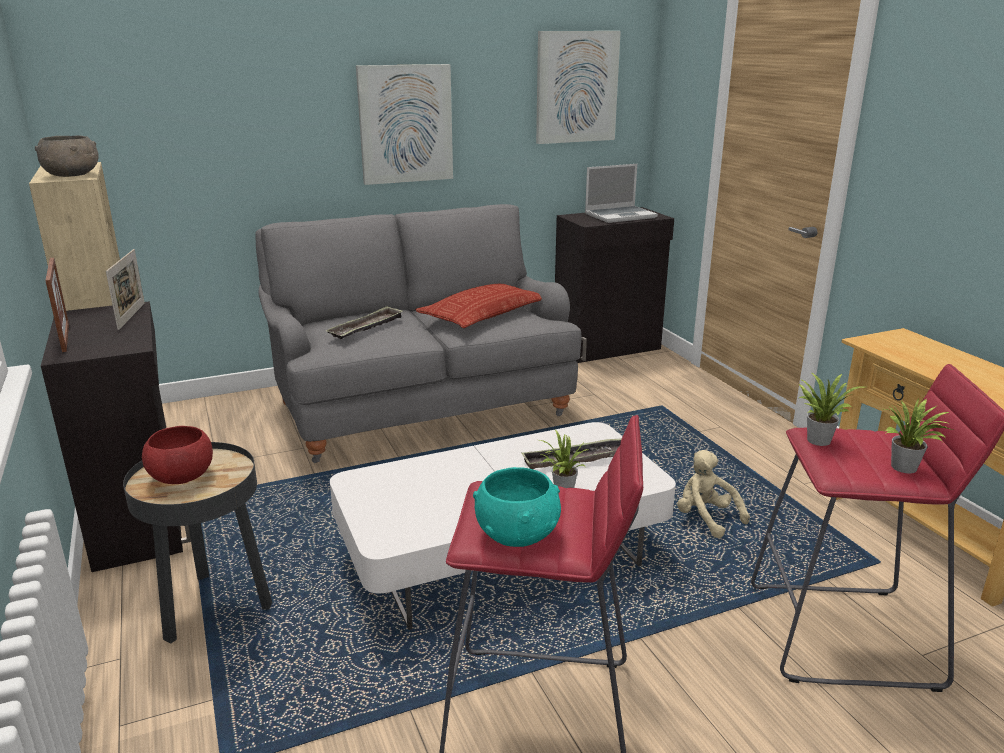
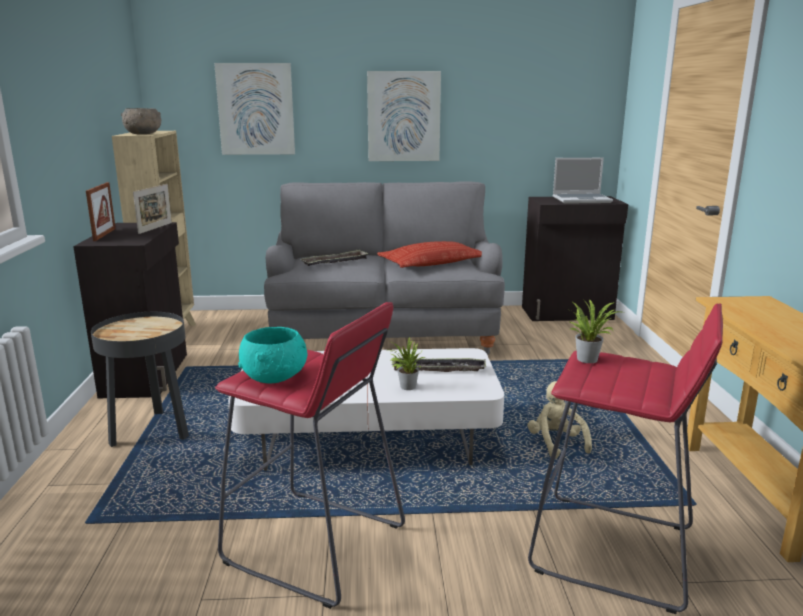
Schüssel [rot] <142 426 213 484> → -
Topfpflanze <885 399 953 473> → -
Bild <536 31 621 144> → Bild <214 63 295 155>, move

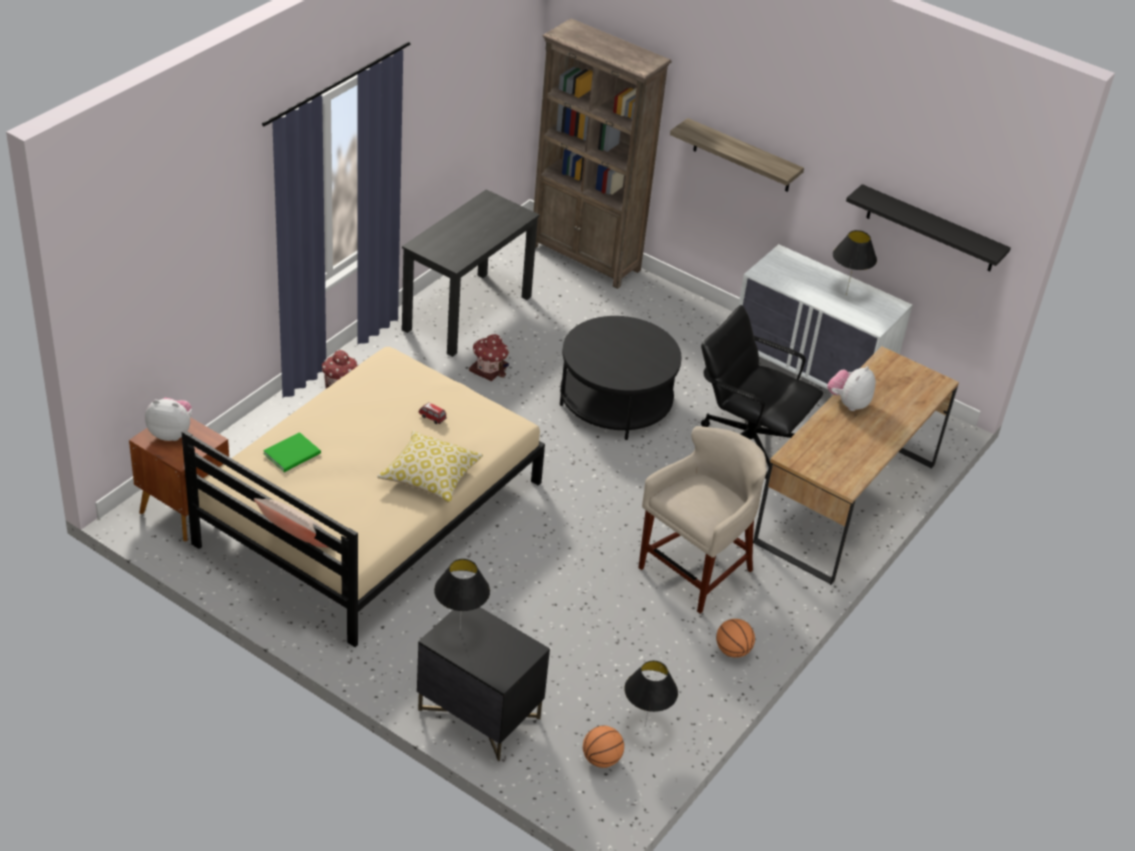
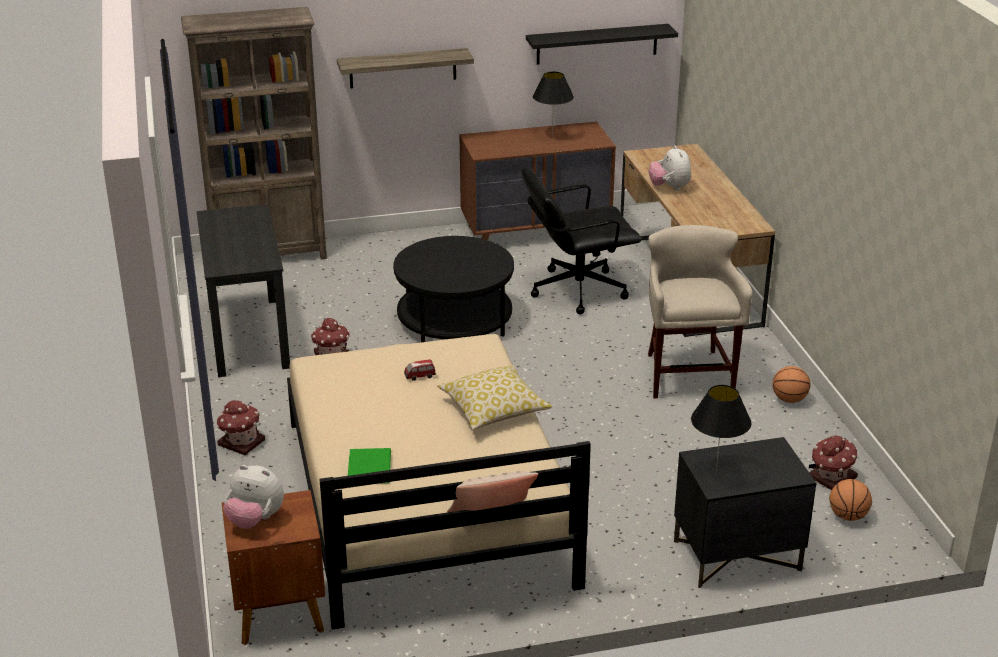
Tischlampe [schwarz] <624 661 678 727> → Spielzeughaus <809 435 858 490>
Kommode [weiß] <738 244 913 389> → Kommode [braun] <459 122 616 240>
Plüschtier <145 398 192 441> → Plüschtier <223 465 284 529>, 120 degrees counterclockwise

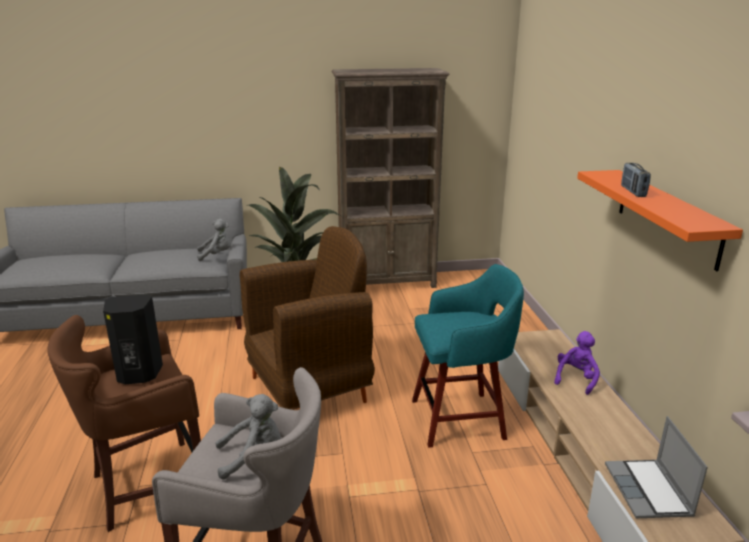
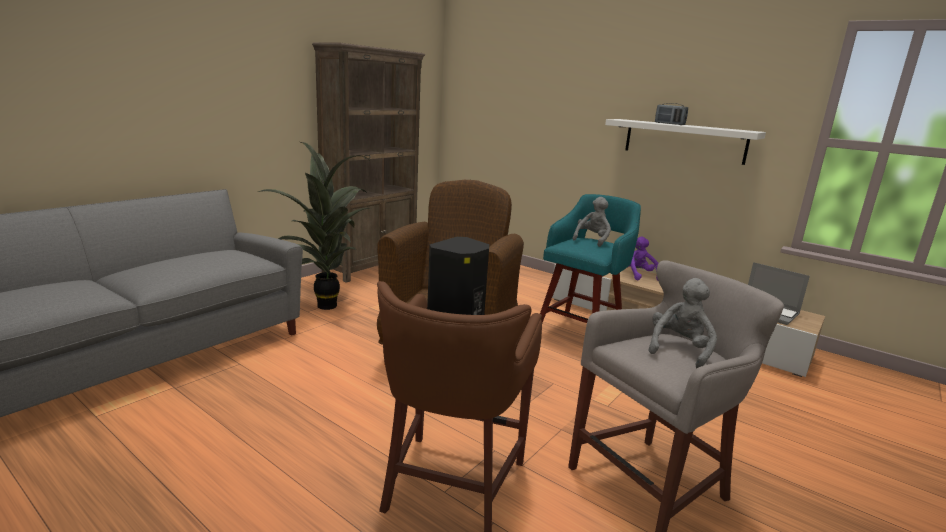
Plüschtier [grau] <197 219 231 261> → Plüschtier [grau] <572 197 611 247>, move
Wandregal [orange] <577 170 743 271> → Wandregal [weiß] <605 119 766 165>

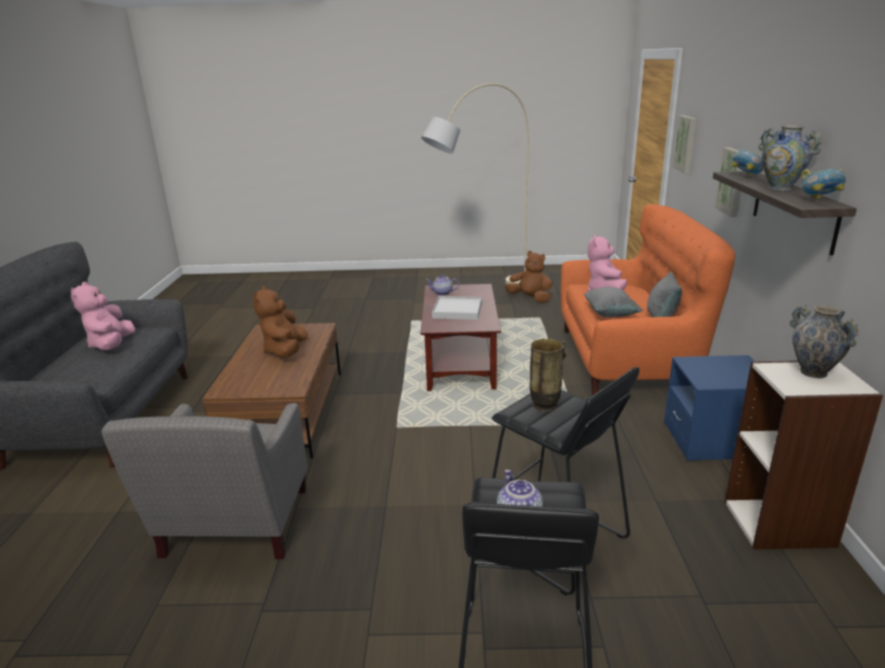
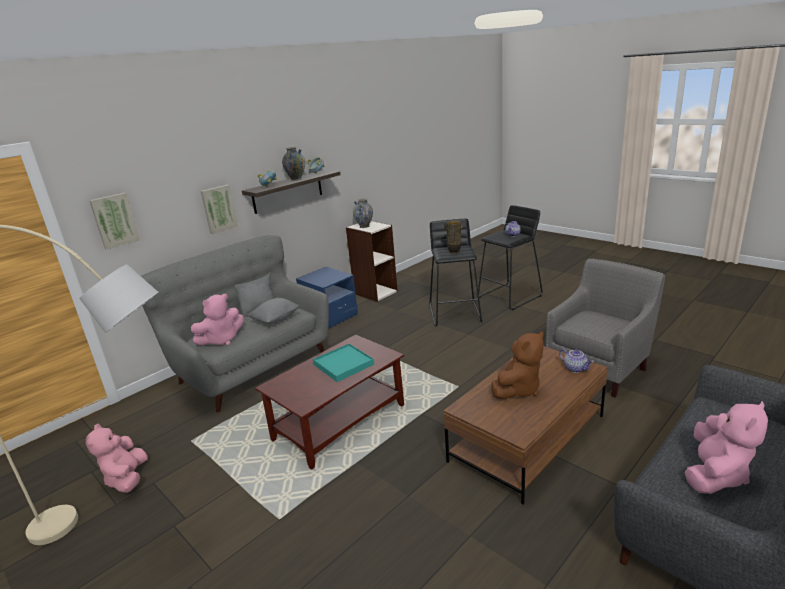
Teekanne <426 275 459 296> → Teekanne <559 349 594 373>, move
Tablett [weiß] <432 296 482 320> → Tablett [türkis] <313 344 374 382>
Plüschtier [braun] <505 251 553 303> → Plüschtier [rosa] <86 424 148 493>
Sofa [orange] <561 204 735 395> → Sofa [grau] <141 235 329 412>

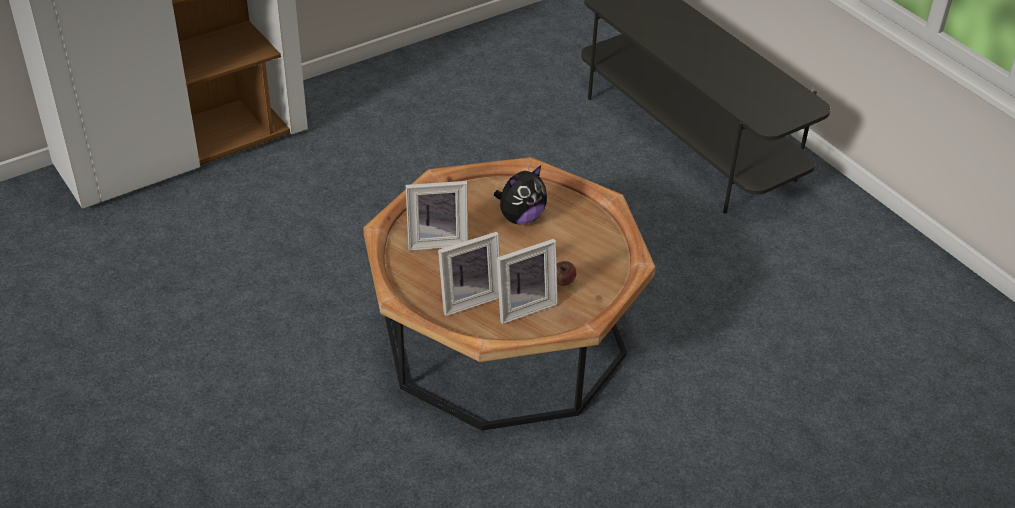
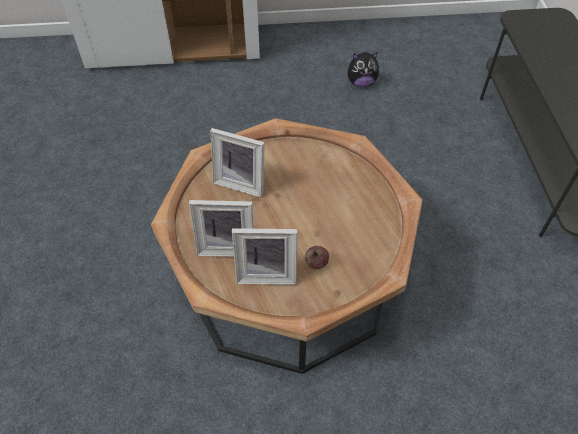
Plüschtier <494 166 547 225> → Plüschtier <348 52 379 87>, move

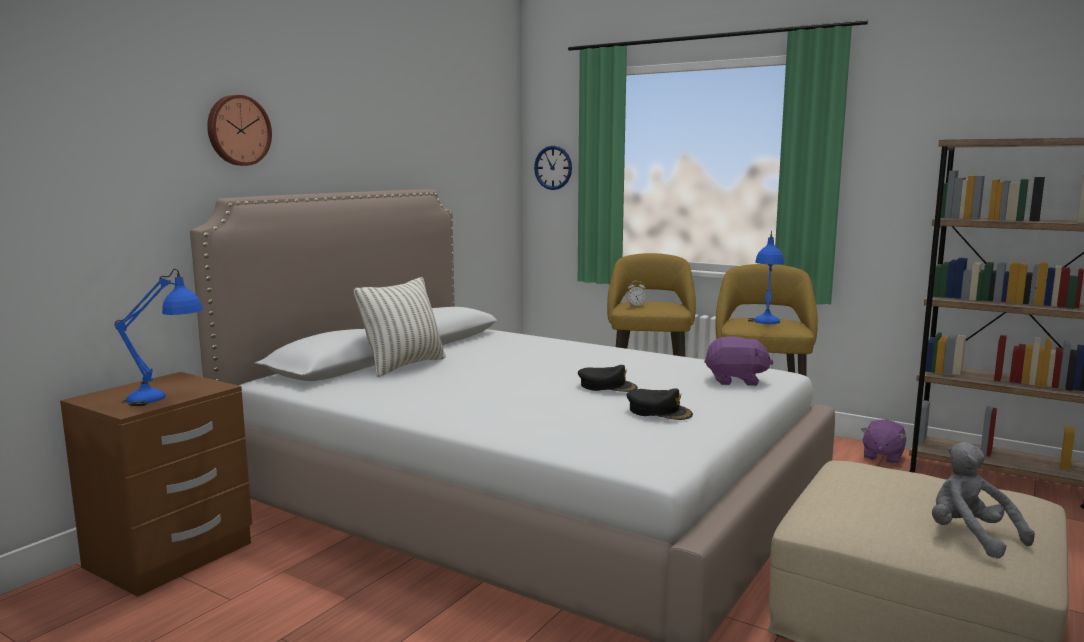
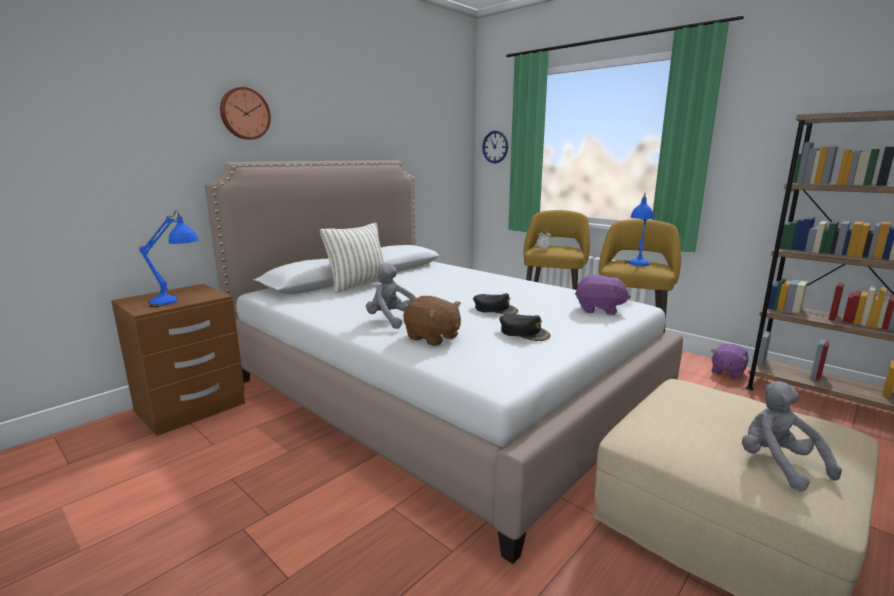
- → Plüschtier [grau] <366 263 416 329>
- → Plüschtier [braun] <403 296 461 346>

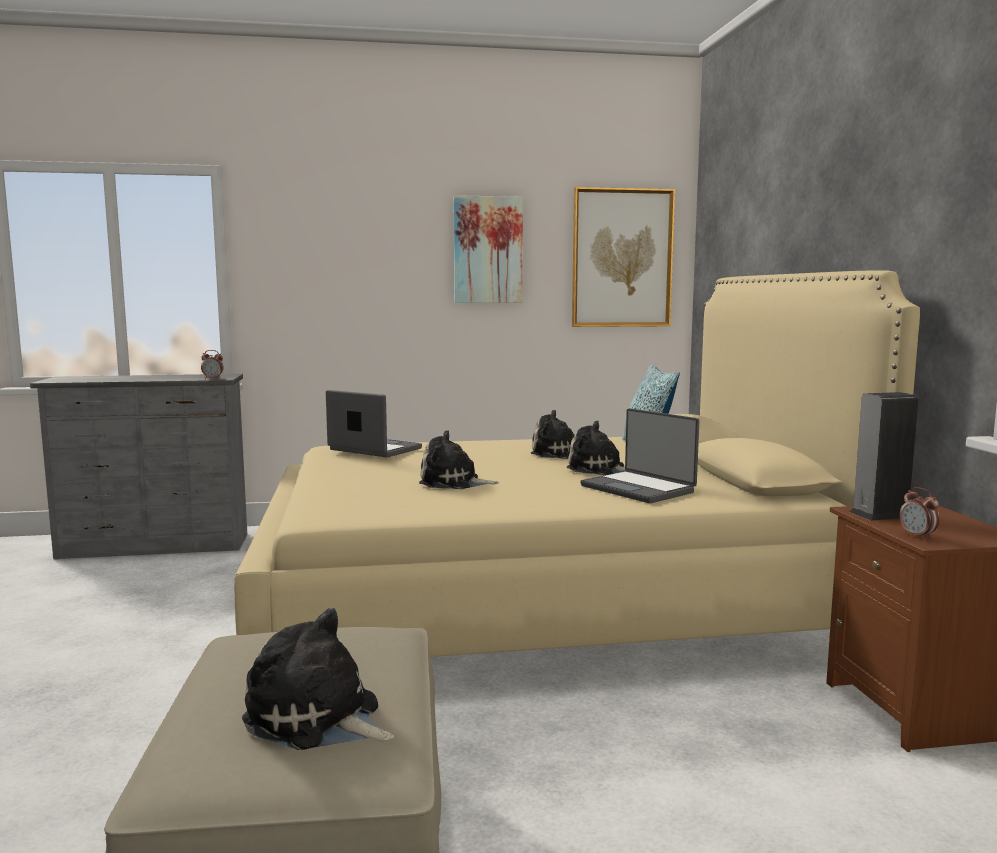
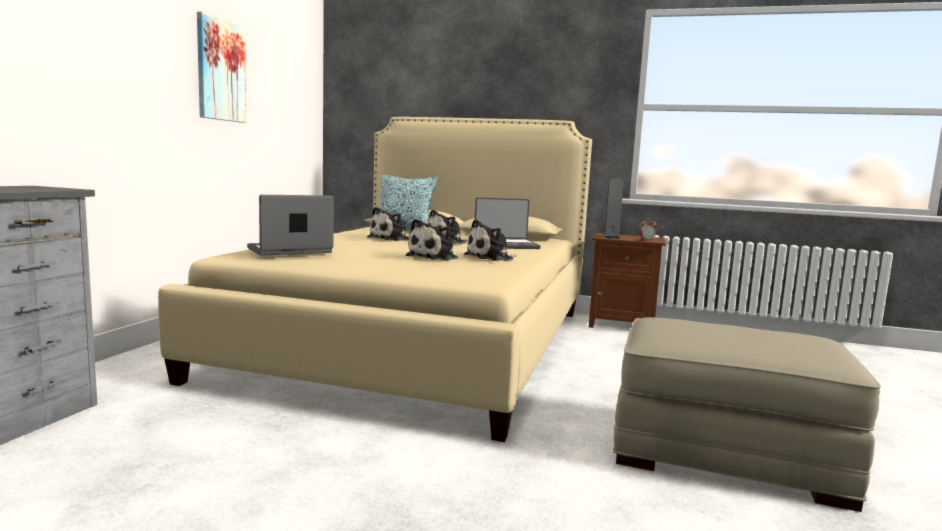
Wecker <201 350 224 379> → -
Bild <572 187 675 327> → -
Plüschtier <242 608 394 750> → Plüschtier <464 219 516 261>, move

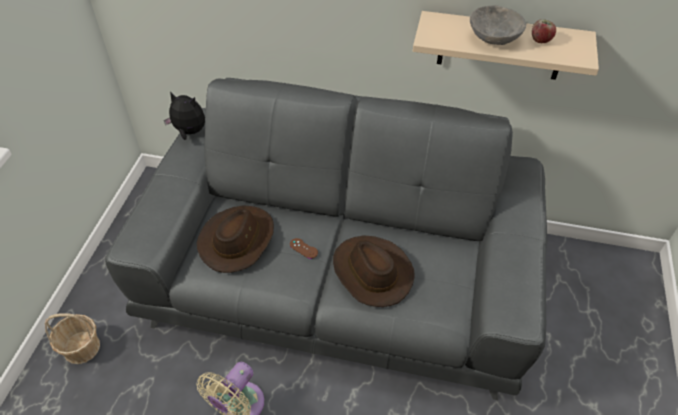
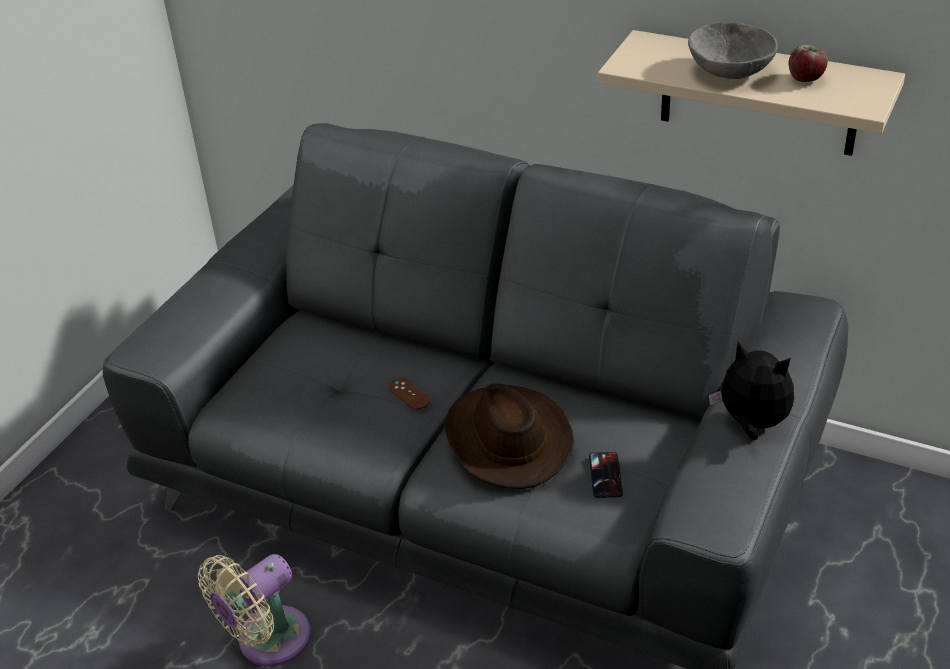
Korb <45 313 100 364> → -
Hut [braun] <197 206 274 273> → -
- → Handy <589 452 623 498>
Plüschtier <164 92 205 140> → Plüschtier <709 342 794 440>, move

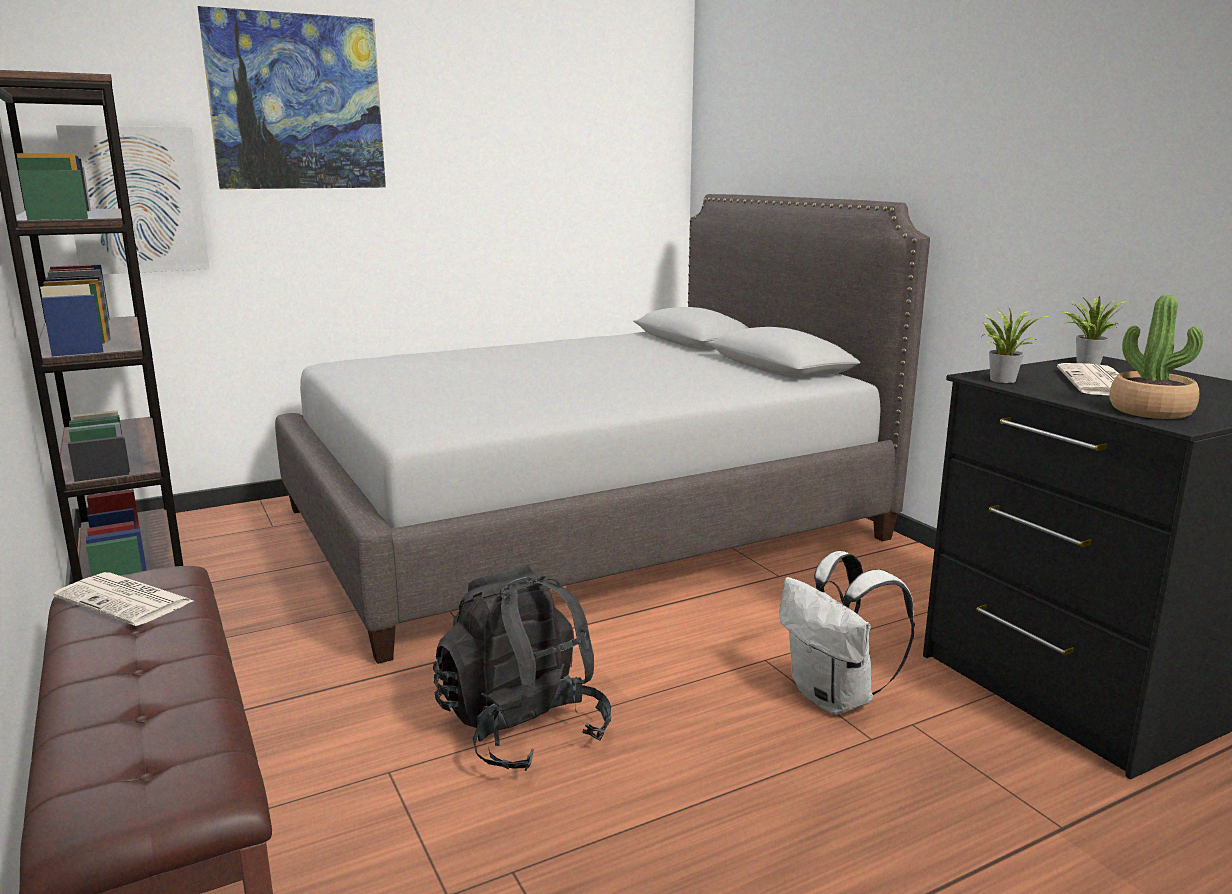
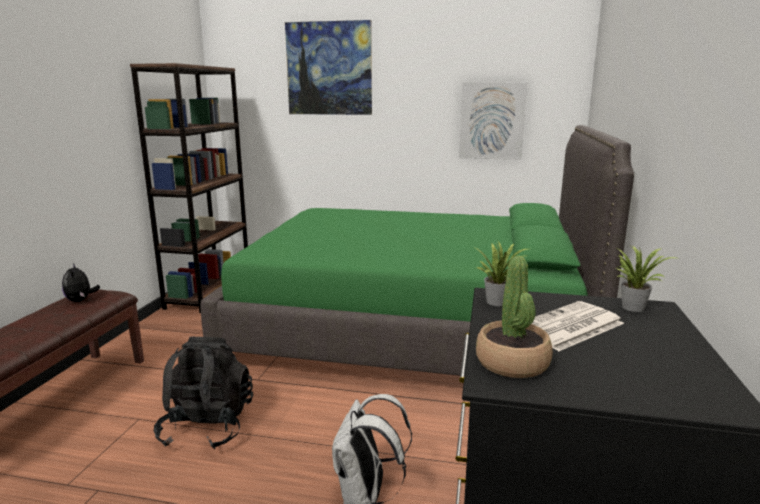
Bild <56 125 209 274> → Bild <459 82 527 160>, move
Zeitung <53 572 193 626> → Plüschtier <62 263 100 302>
Bett [grau] <275 194 930 664> → Bett [grün] <200 125 634 376>

